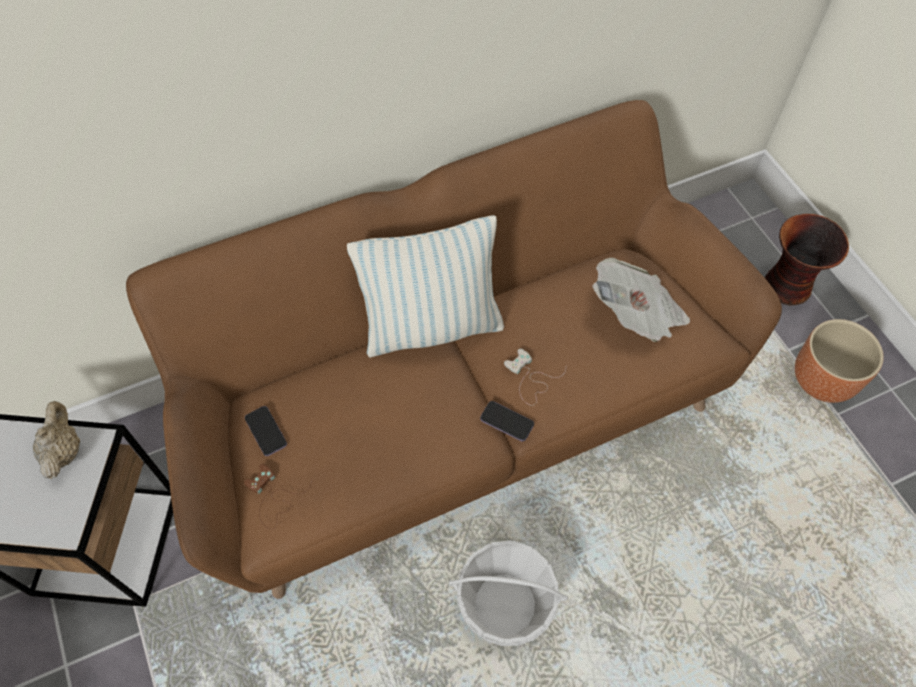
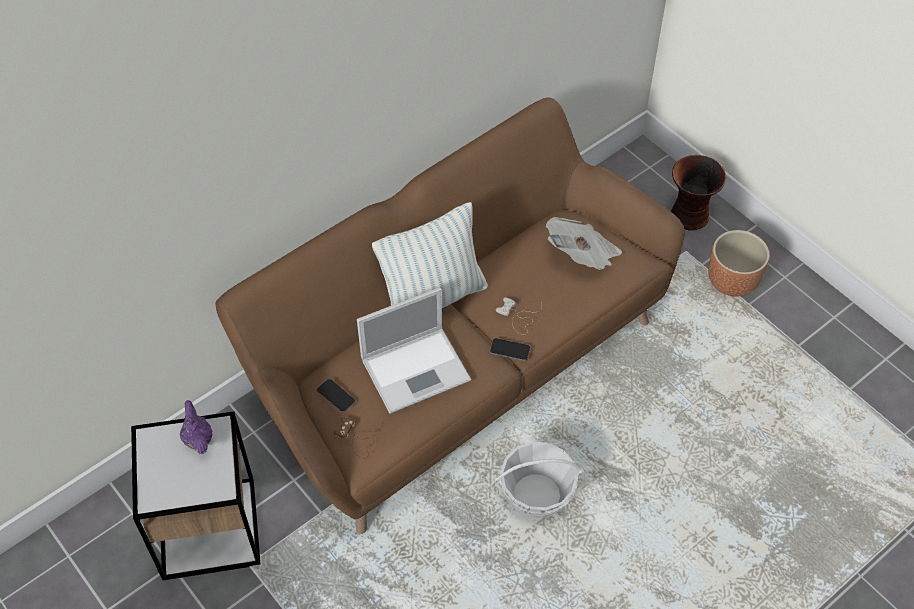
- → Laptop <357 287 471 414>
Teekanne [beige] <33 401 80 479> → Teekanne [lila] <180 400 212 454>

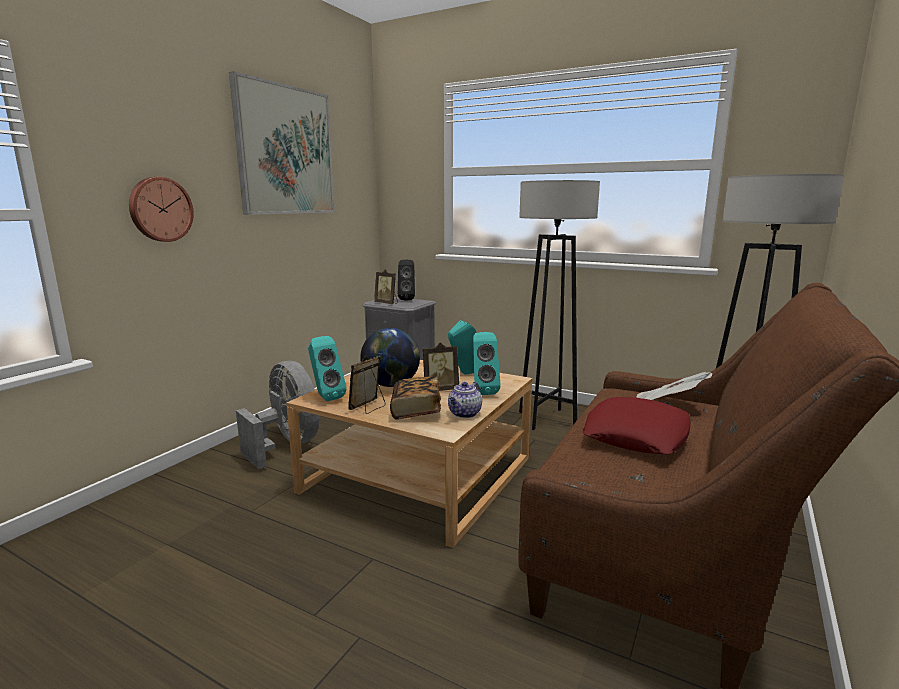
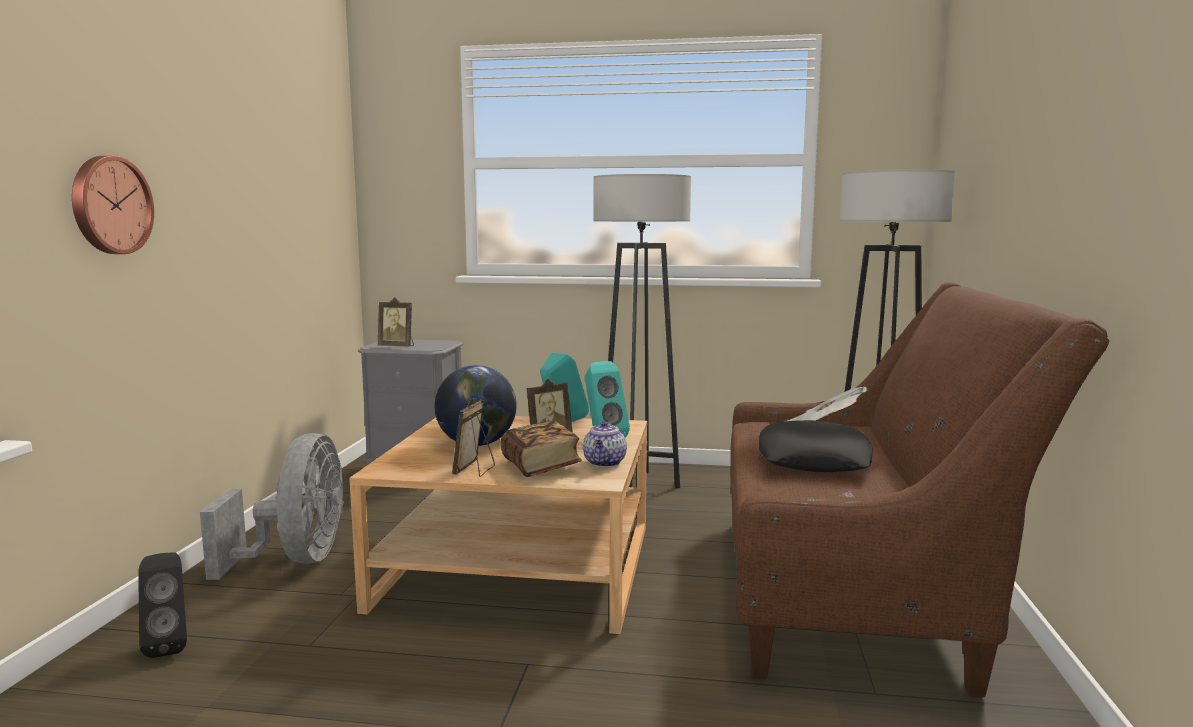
Bild <229 71 335 215> → -
Lautsprecher [türkis] <308 336 347 401> → -
Lautsprecher [schwarz] <398 260 415 301> → Lautsprecher [schwarz] <138 553 187 658>, move
Kissen [rot] <583 397 691 454> → Kissen [schwarz] <759 420 873 472>
Ventilator [grau] <236 361 319 469> → Ventilator [grau] <200 433 344 580>, 60 degrees clockwise

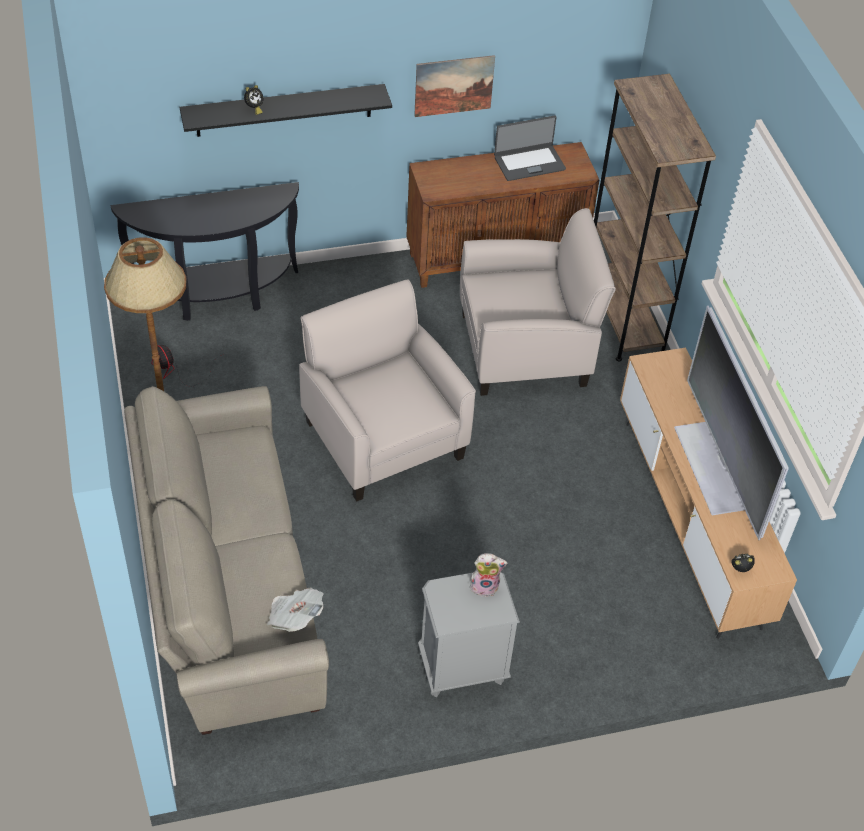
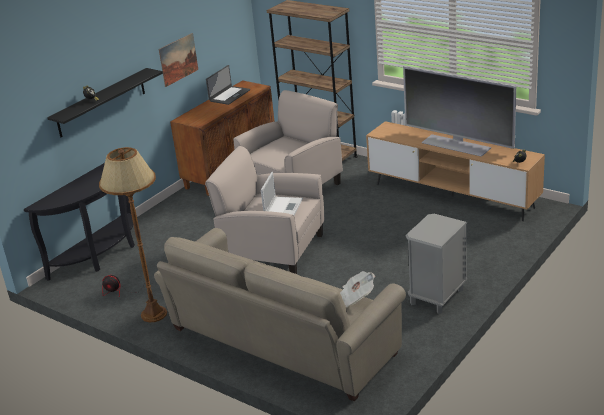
Plüschtier <469 553 508 597> → -
- → Laptop <261 172 303 215>

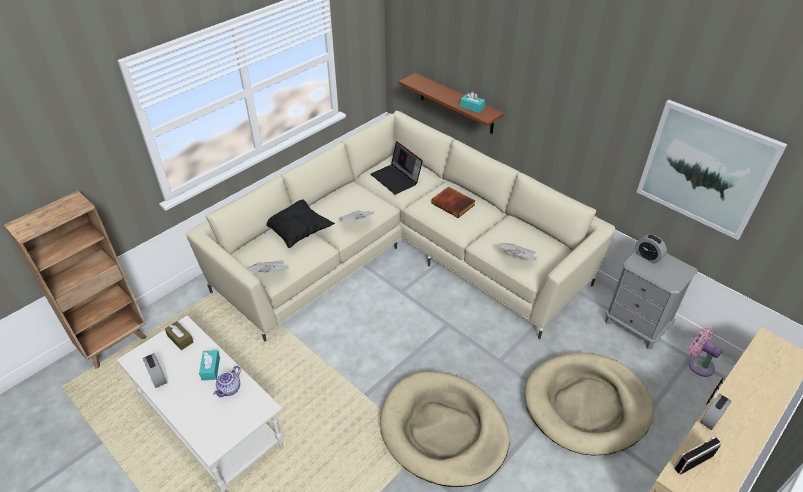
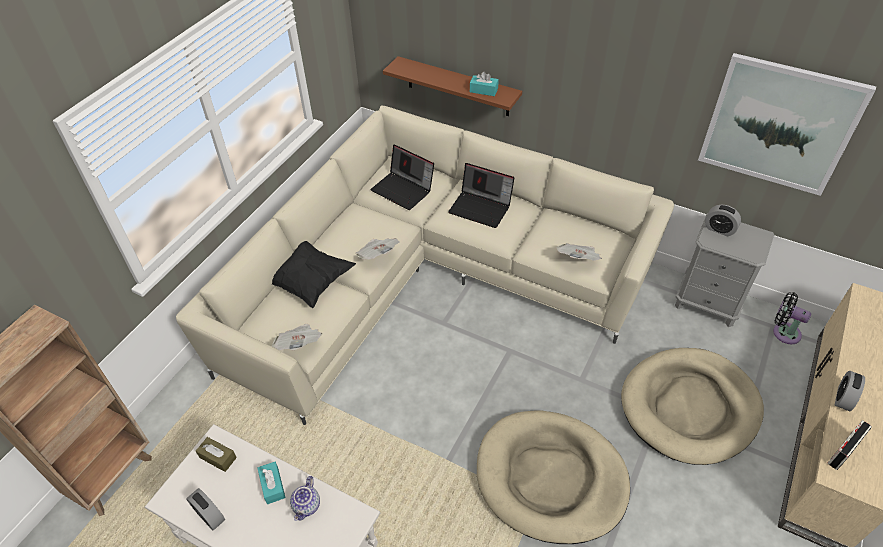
Buch <431 187 475 218> → Laptop <448 163 514 228>
Ventilator [rosa] <688 327 723 377> → Ventilator [schwarz] <773 292 811 344>

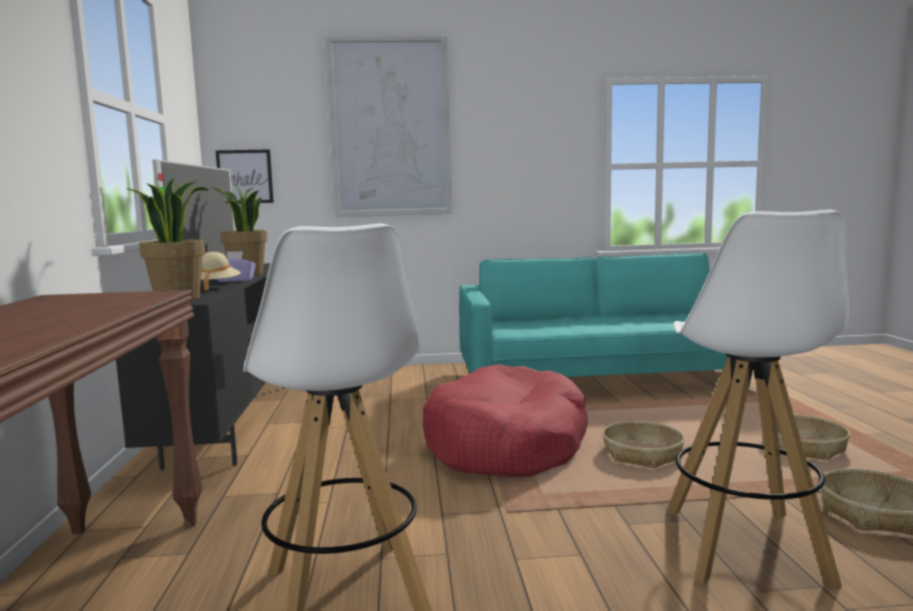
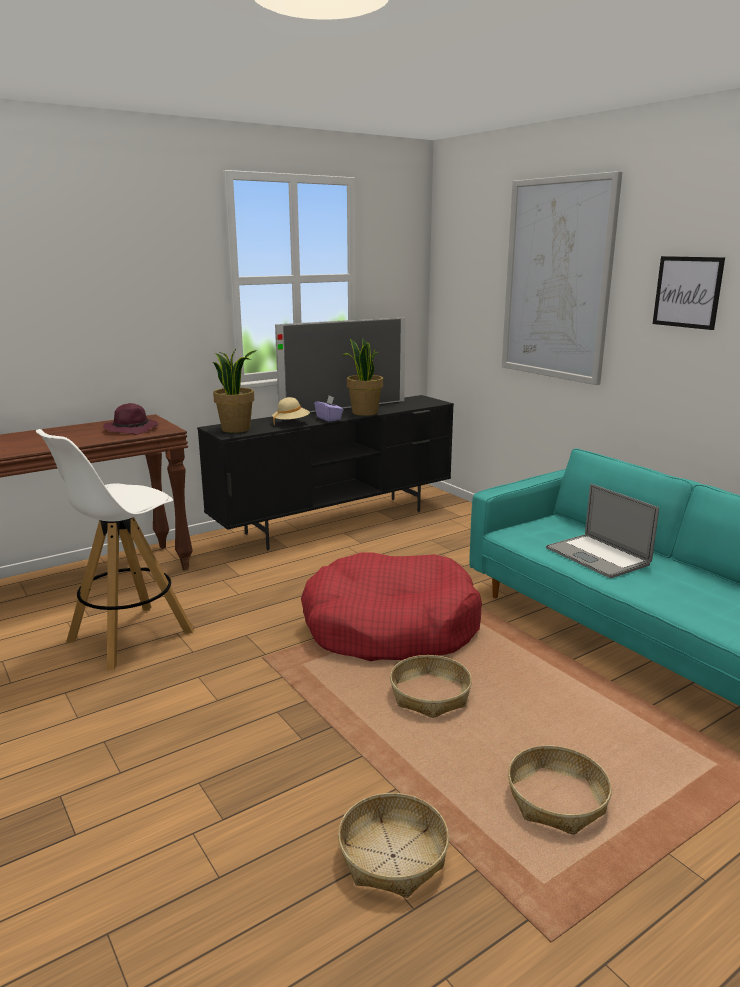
Hocker [weiß] <666 210 849 591> → -
- → Hut [lila] <103 403 159 435>
- → Laptop <546 484 659 578>
Bild <216 149 274 204> → Bild <653 256 725 330>, move

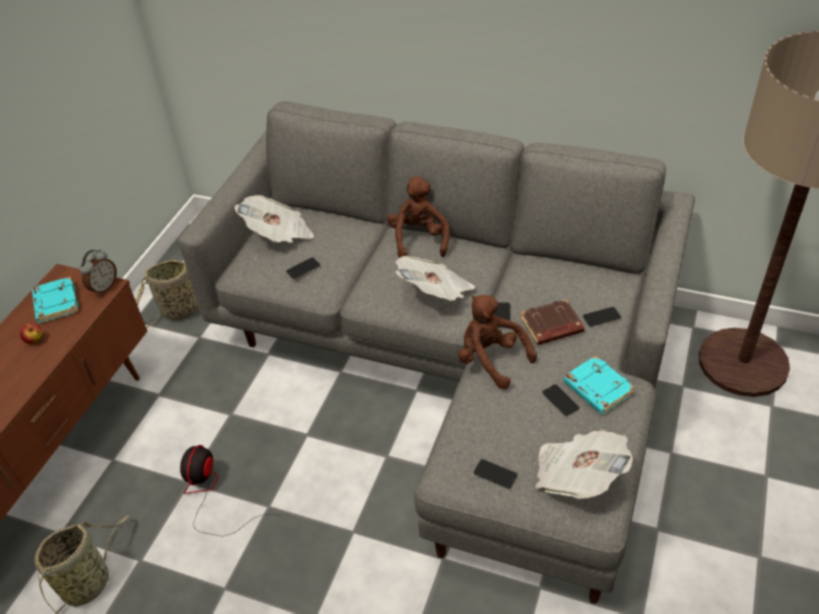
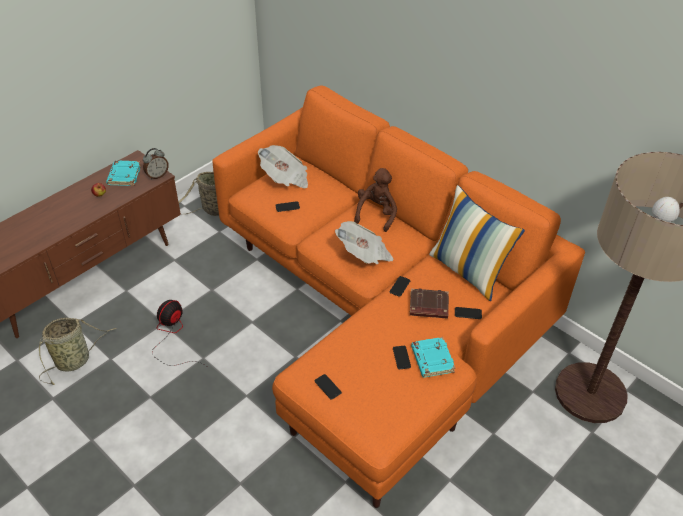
Plüschtier [braun] <458 295 537 390> → -
Zeitung <535 429 633 499> → -
- → Kissen <429 185 525 301>
Sofa [grau] <178 101 695 604> → Sofa [orange] <212 85 585 508>

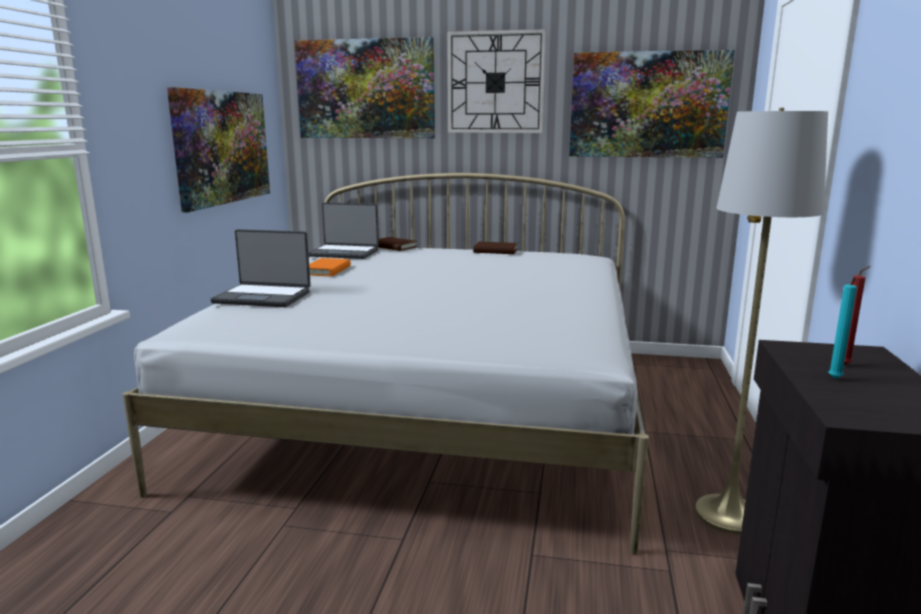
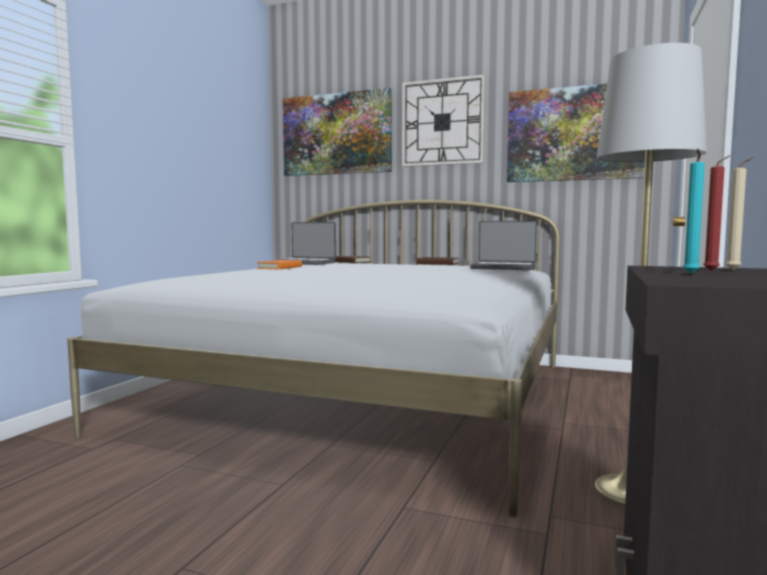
Bild <167 87 270 212> → -
- → Kerze [beige] <725 157 754 270>
Laptop <210 229 311 307> → Laptop <470 221 537 270>, move

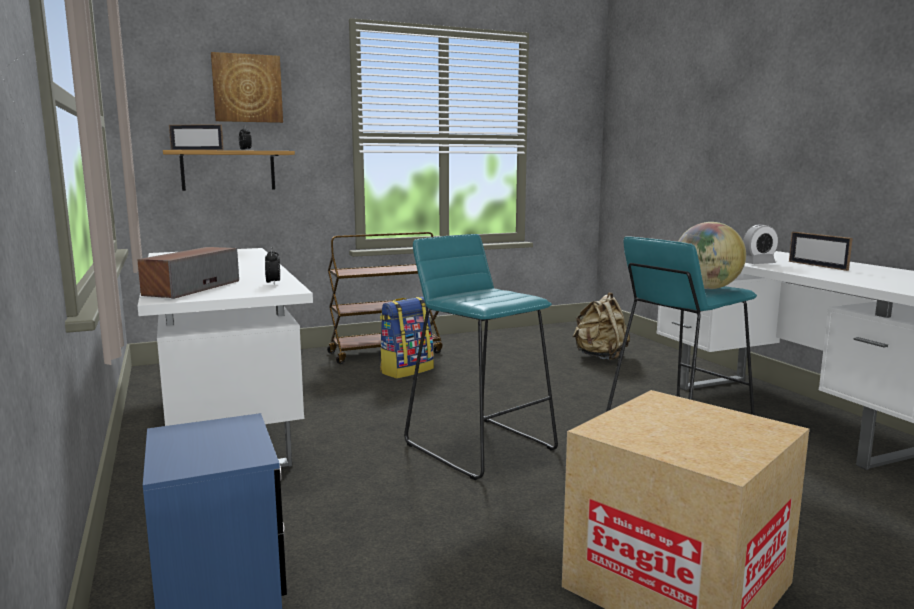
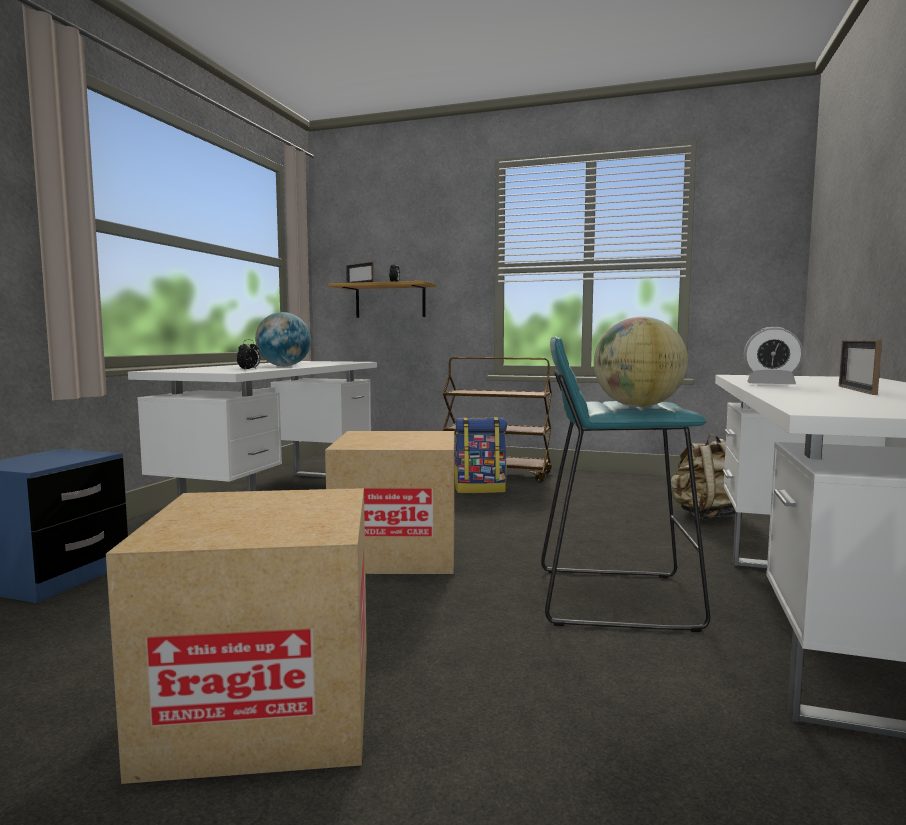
Lautsprecher <137 247 239 299> → -
Bild <211 52 283 123> → -
- → Globus <255 312 311 366>
Hocker [türkis] <404 234 558 480> → Karton <325 431 454 574>

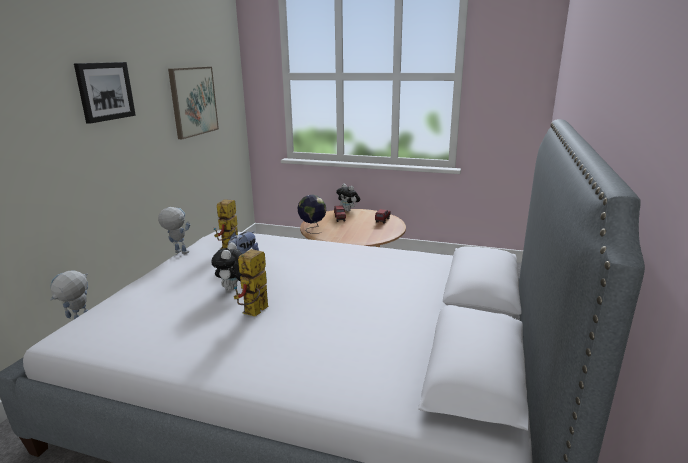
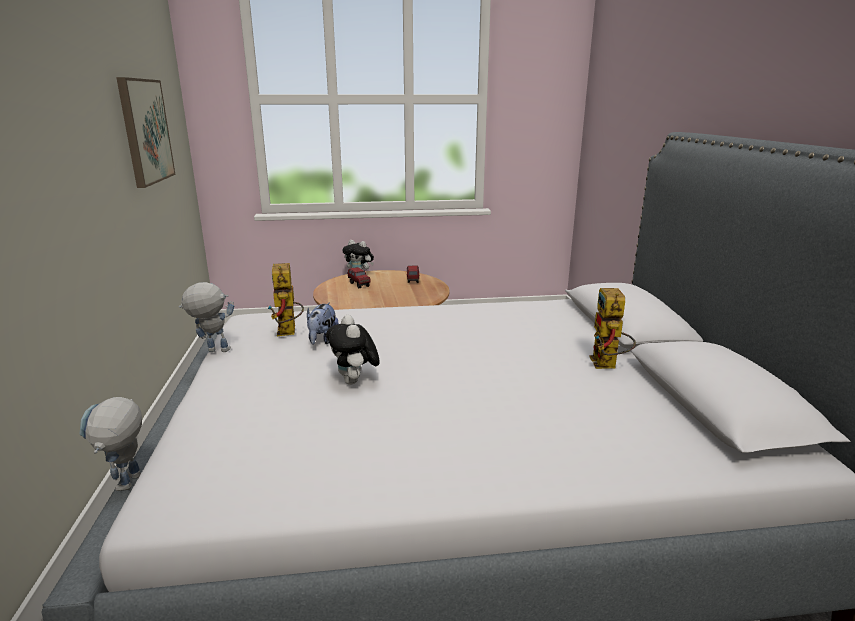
Bild <74 62 136 124> → -
Globus <298 195 326 234> → -
Spielzeugroboter <234 249 269 316> → Spielzeugroboter <590 288 636 369>, move

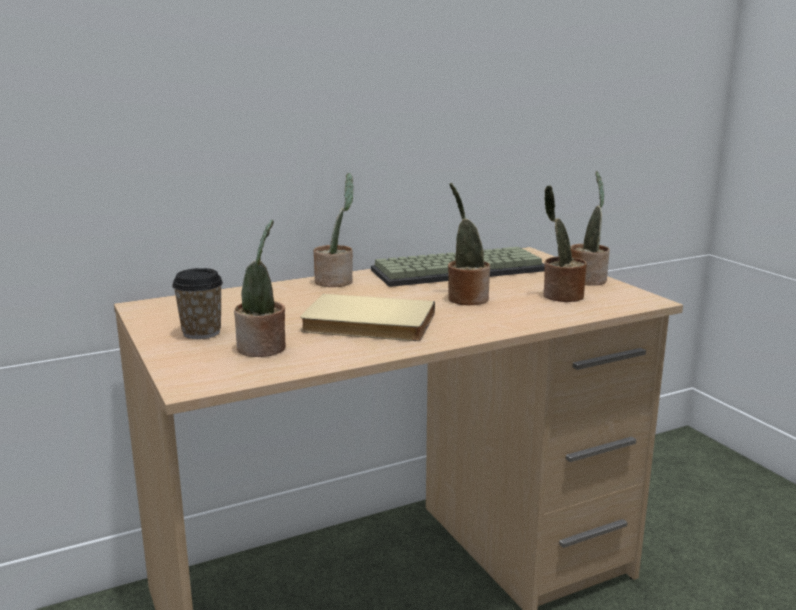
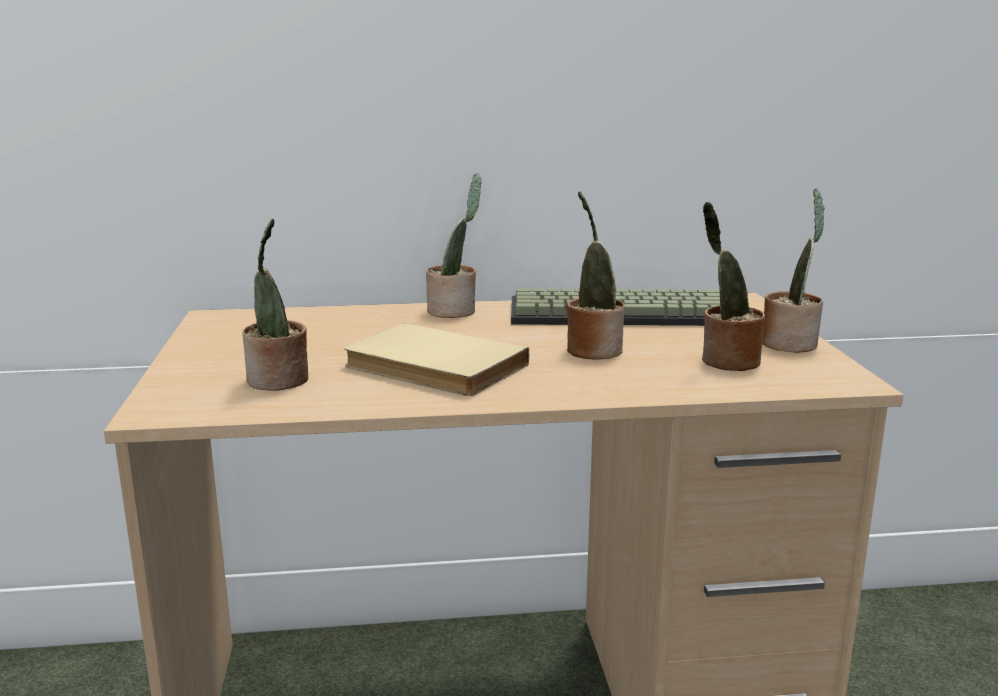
Tasse <172 268 223 339> → -

